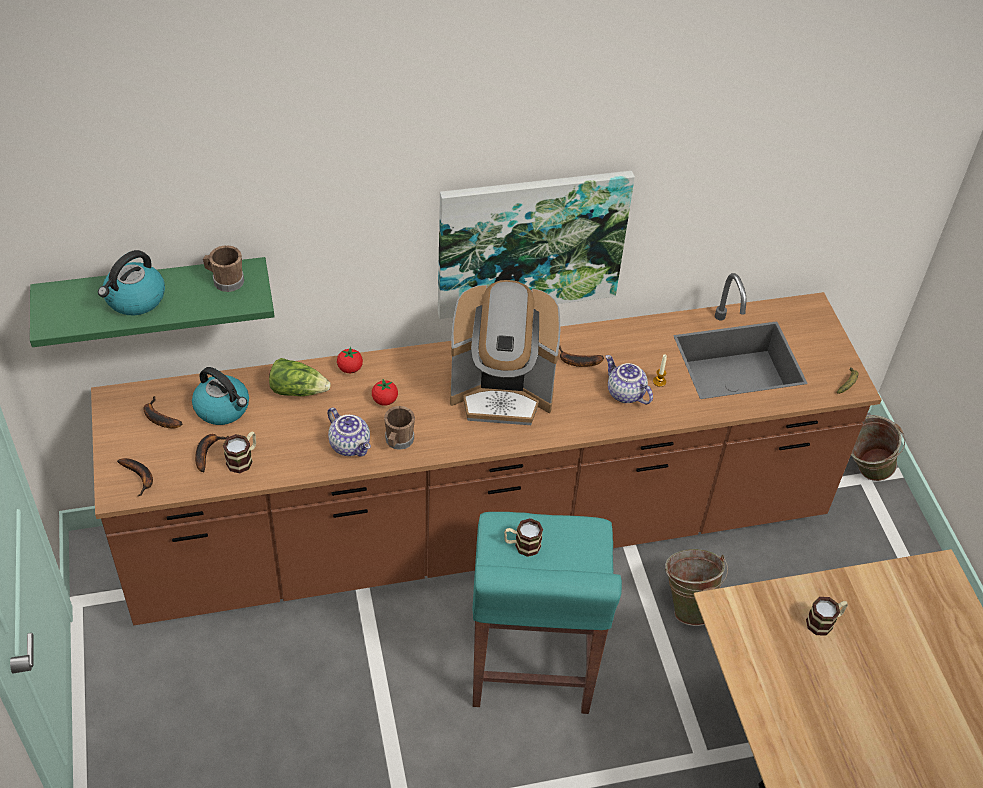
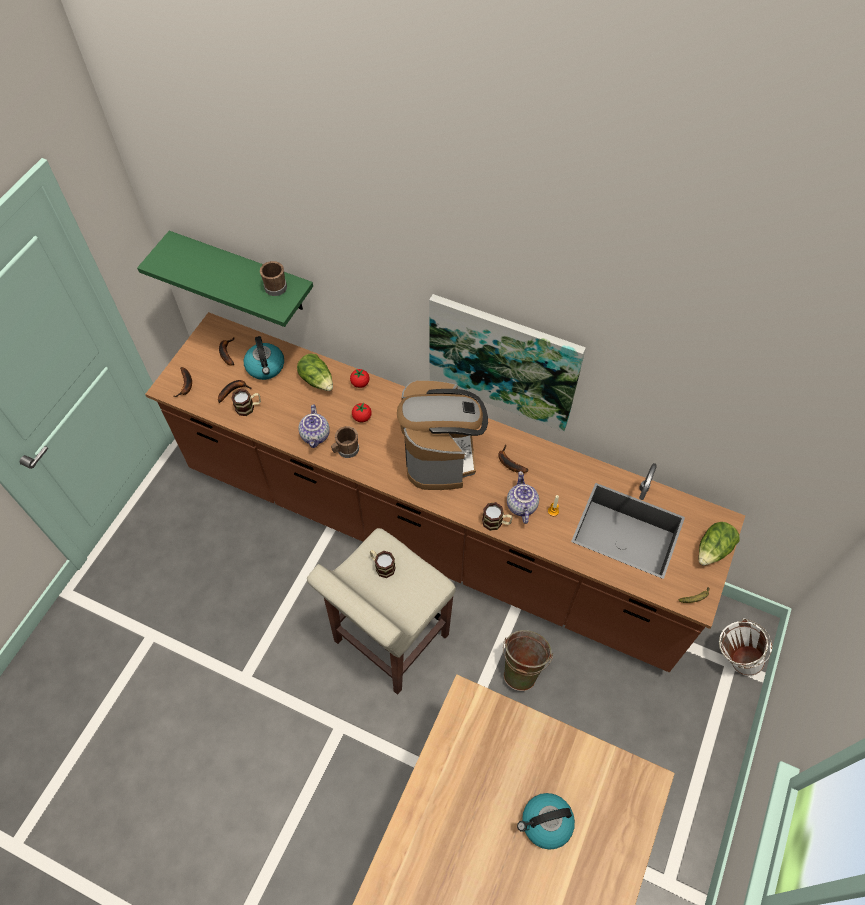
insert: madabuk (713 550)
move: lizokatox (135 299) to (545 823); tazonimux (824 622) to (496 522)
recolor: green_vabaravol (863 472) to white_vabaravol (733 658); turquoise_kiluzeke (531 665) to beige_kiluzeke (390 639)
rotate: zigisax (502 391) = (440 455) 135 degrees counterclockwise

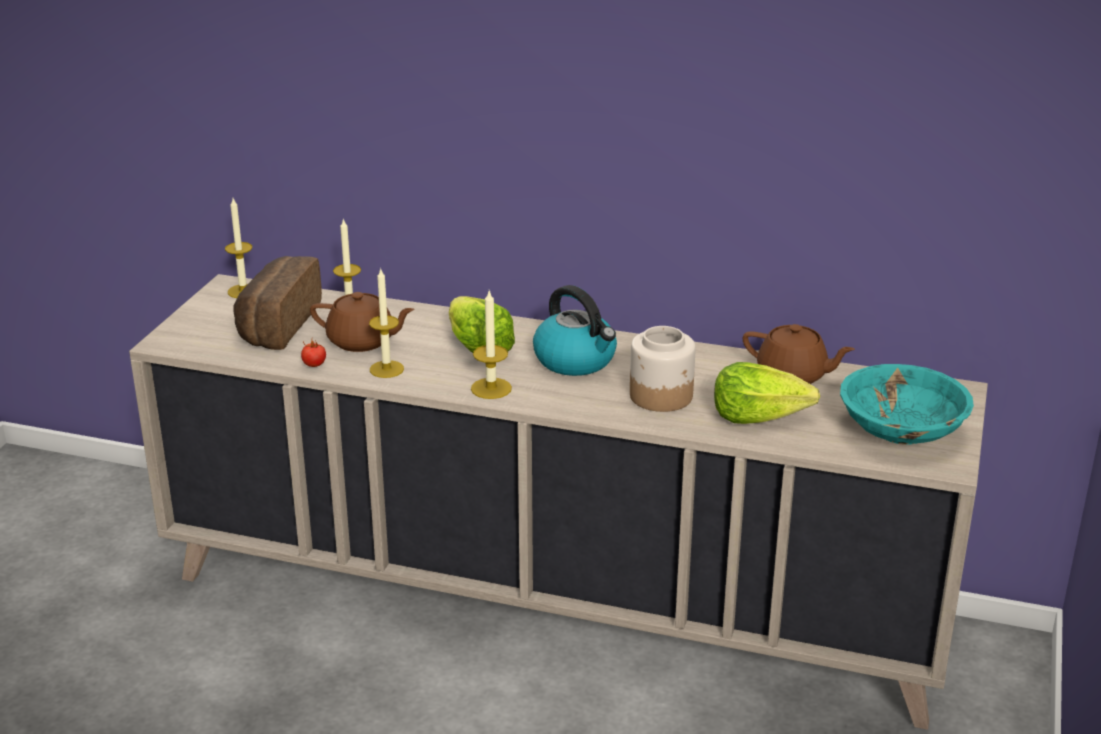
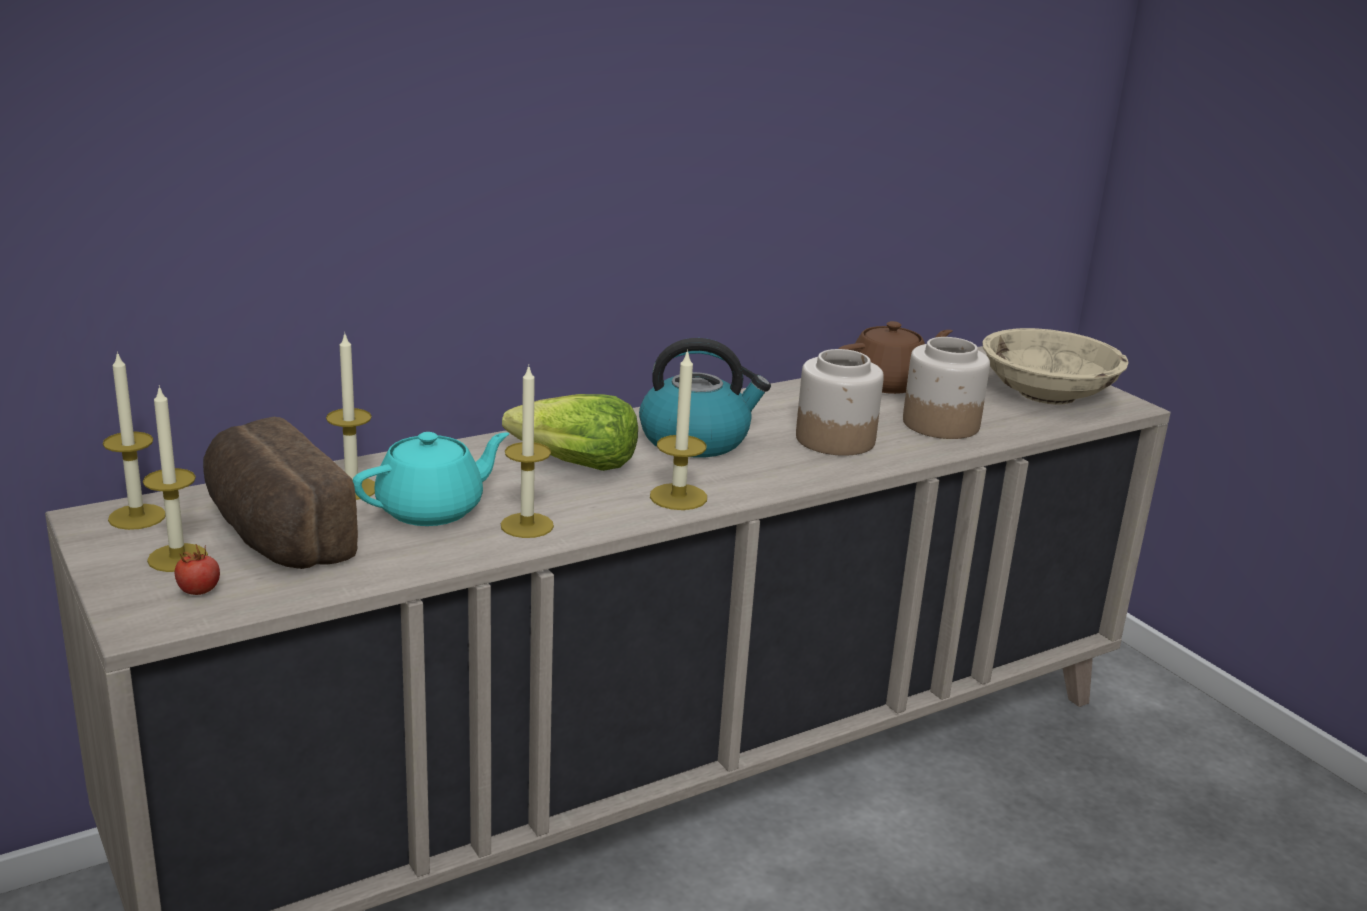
insert: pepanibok (177 558)
move: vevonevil (314 364) to (199 591)
replace: madabuk (758 416) to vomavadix (939 424)
recolor: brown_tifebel (362 341) to turquoise_tifebel (432 510); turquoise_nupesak (901 431) to beige_nupesak (1047 394)

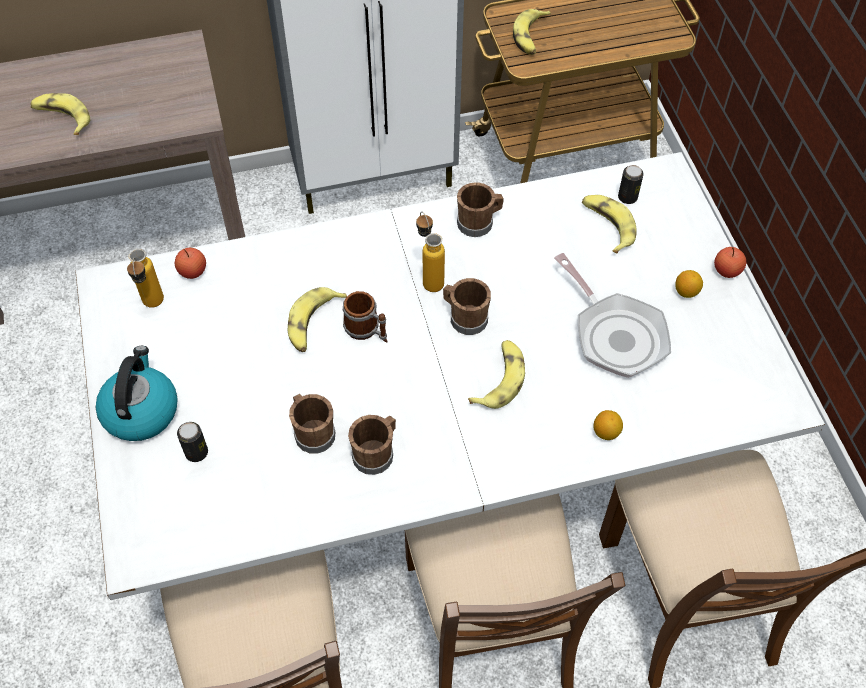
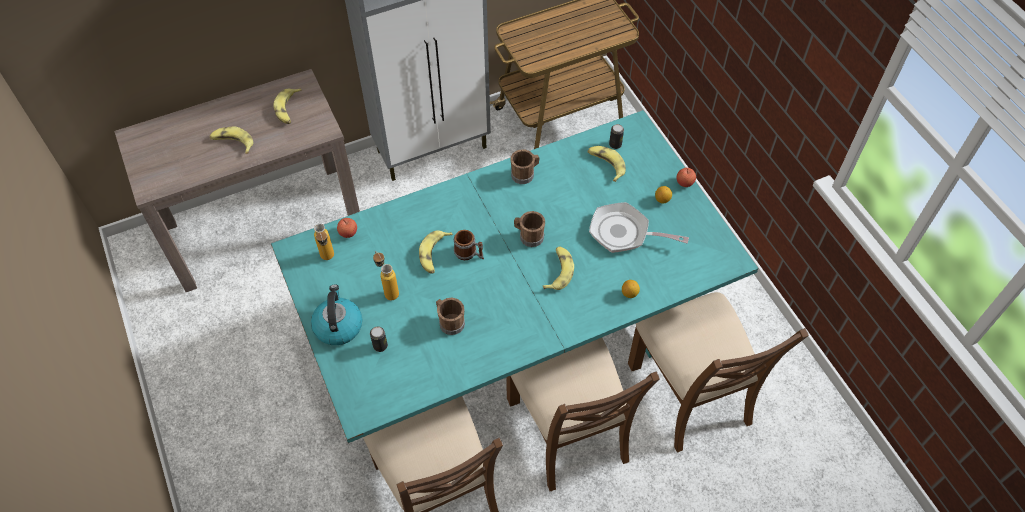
delete: brown_tazonimux (376 453)
move: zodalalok (530 37) to (288 109); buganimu (429 278) to (388 290)
recolor: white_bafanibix (434 469) to turquoise_bafanibix (514 339)
rotate: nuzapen (615 335) = (624 233) 150 degrees clockwise

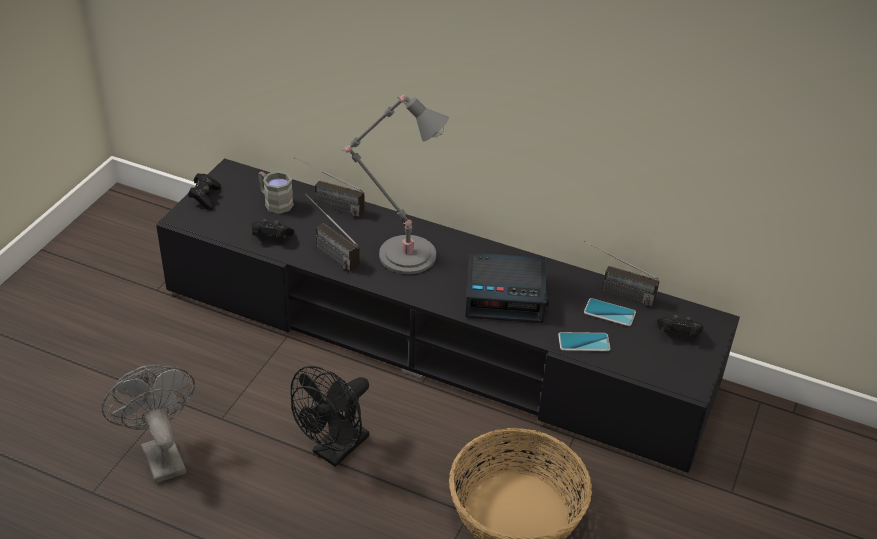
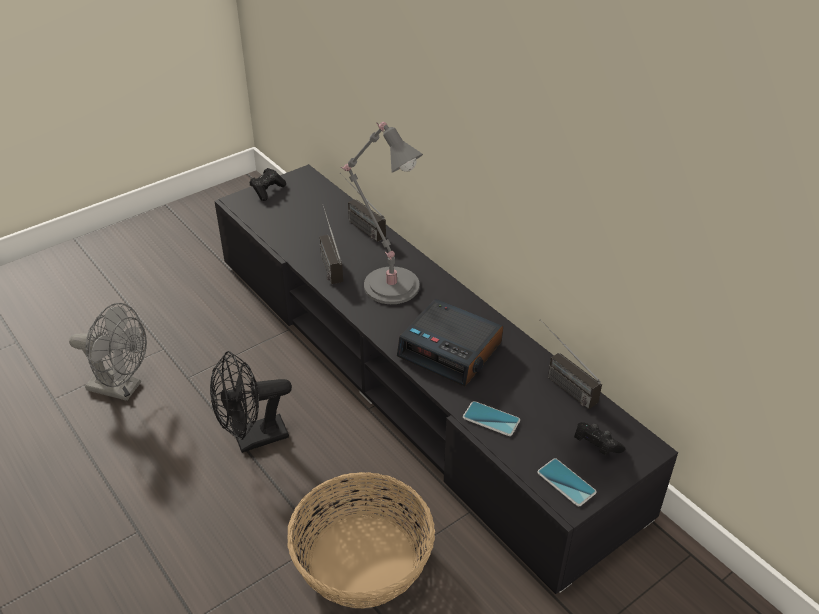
delete: grey_tazonimux (274 202); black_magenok (271 237)
move: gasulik (609 313) to (566 482)
rotate: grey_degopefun (160 454) = (122 388) 105 degrees clockwise

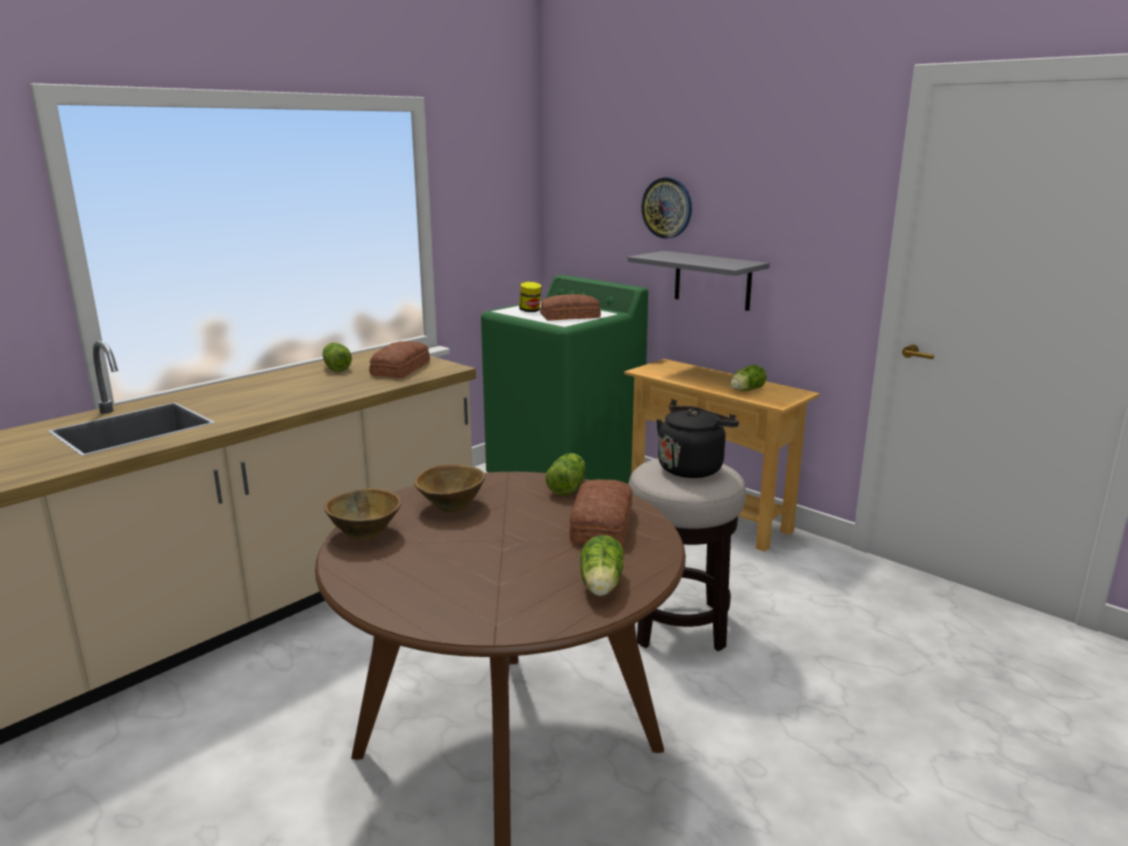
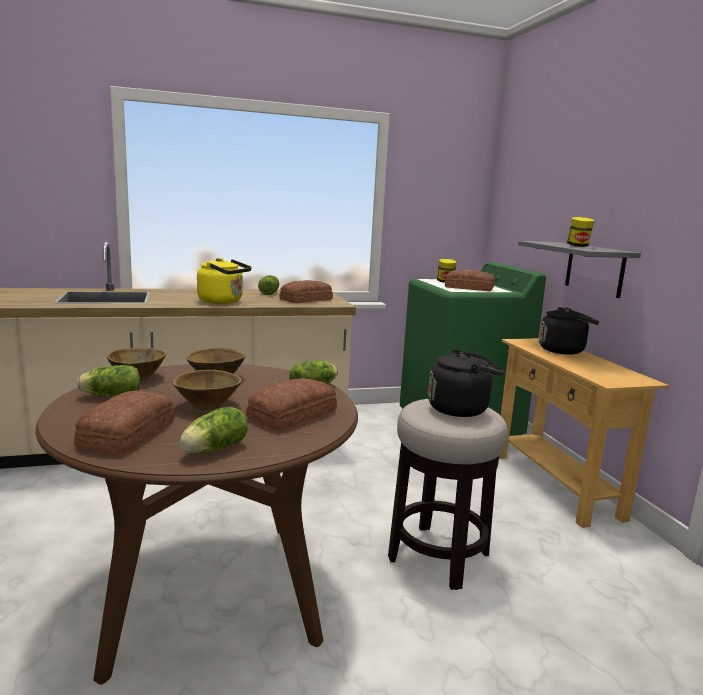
delete: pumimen (667 208)
insert: vomavadix (578 246); yellow_lizokatox (223 301); black_lizokatox (564 350); brown_nupesak (207 406); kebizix (125 434)
move: madabuk (745 390) to (109 396)

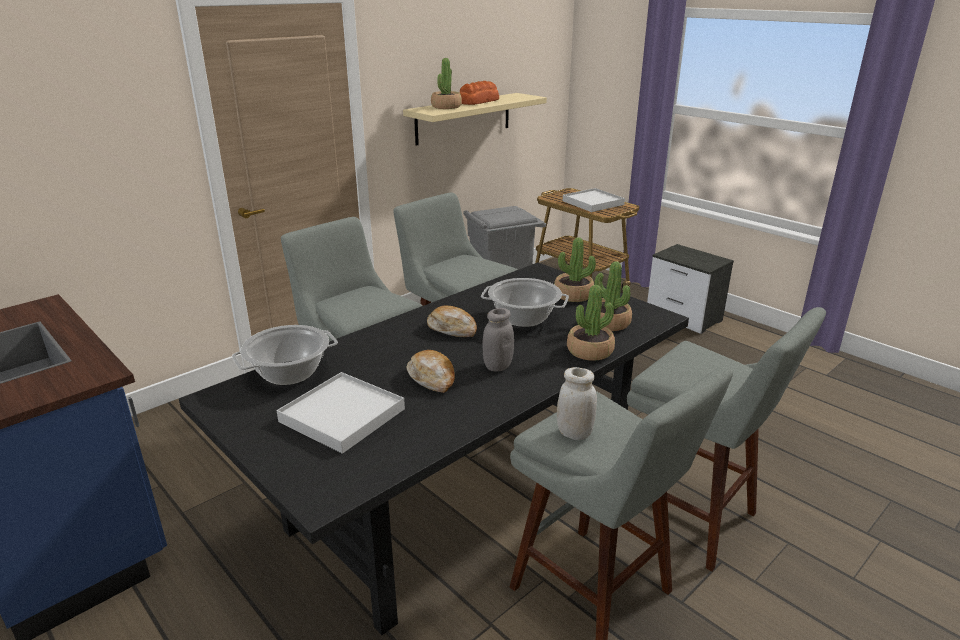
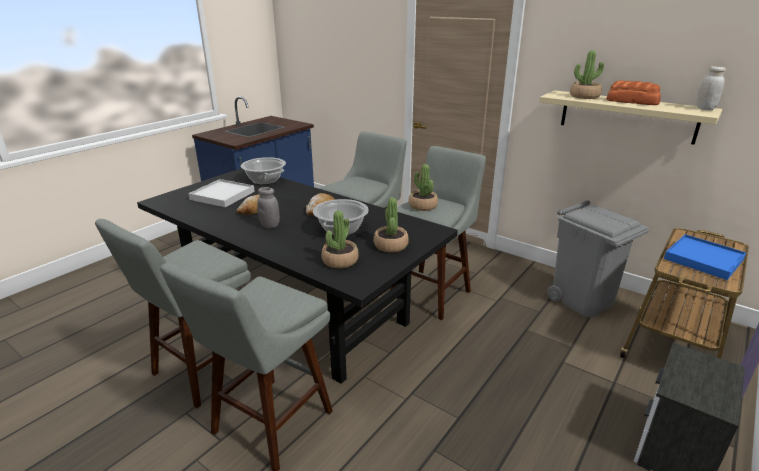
move: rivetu (590 351) to (422 206); white_vomavadix (574 433) to (705 109)
recolor: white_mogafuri (593 203) to blue_mogafuri (703 259)

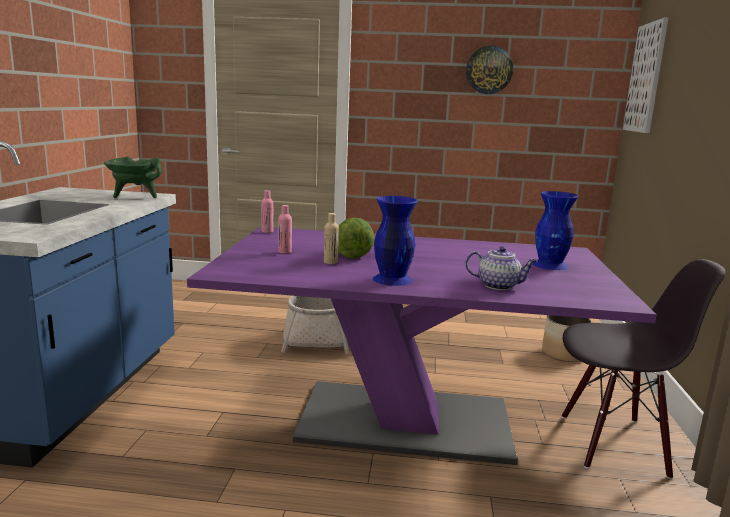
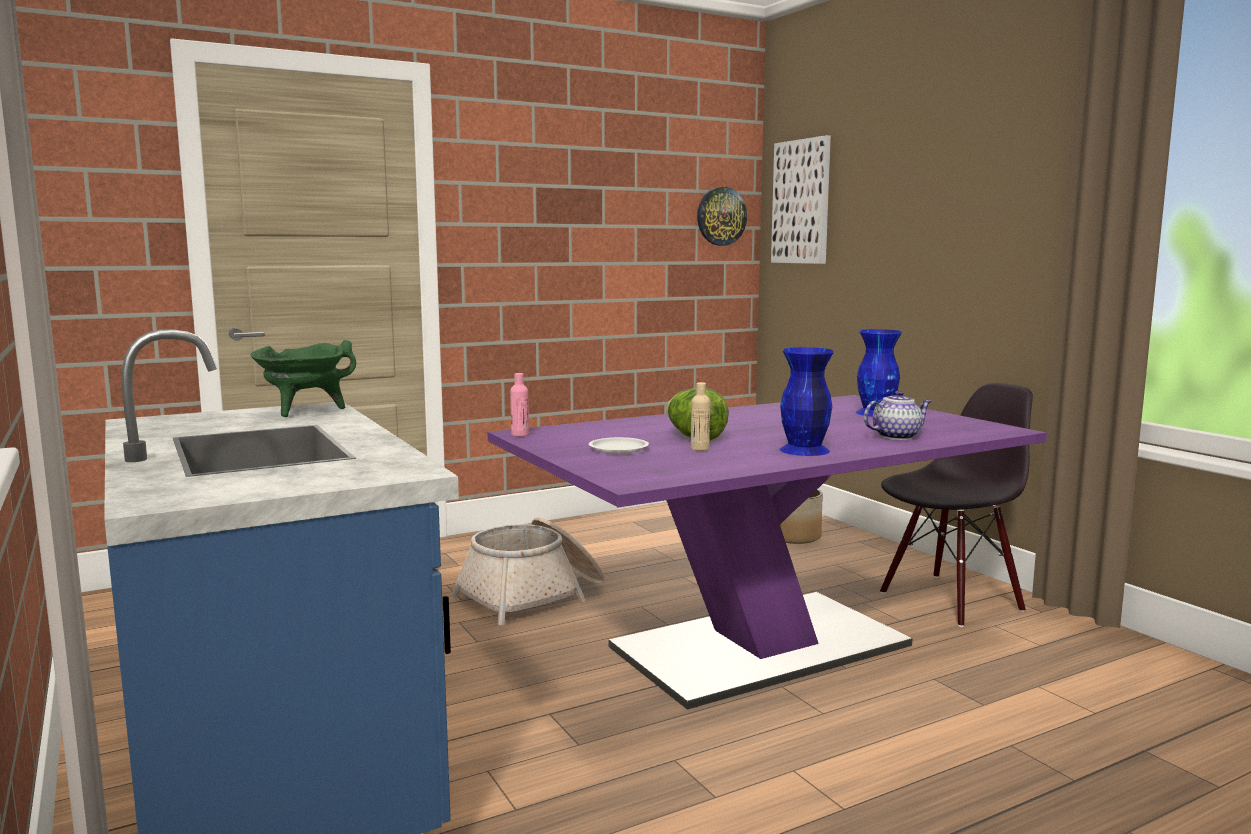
move: pumimen (489 70) to (721 216)
replace: pink_buganimu (284 252) to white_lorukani (619 449)

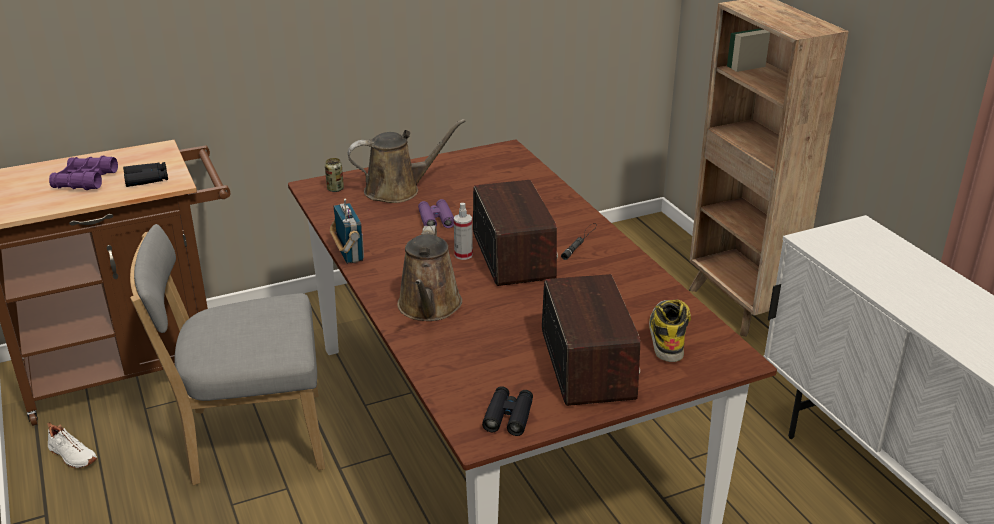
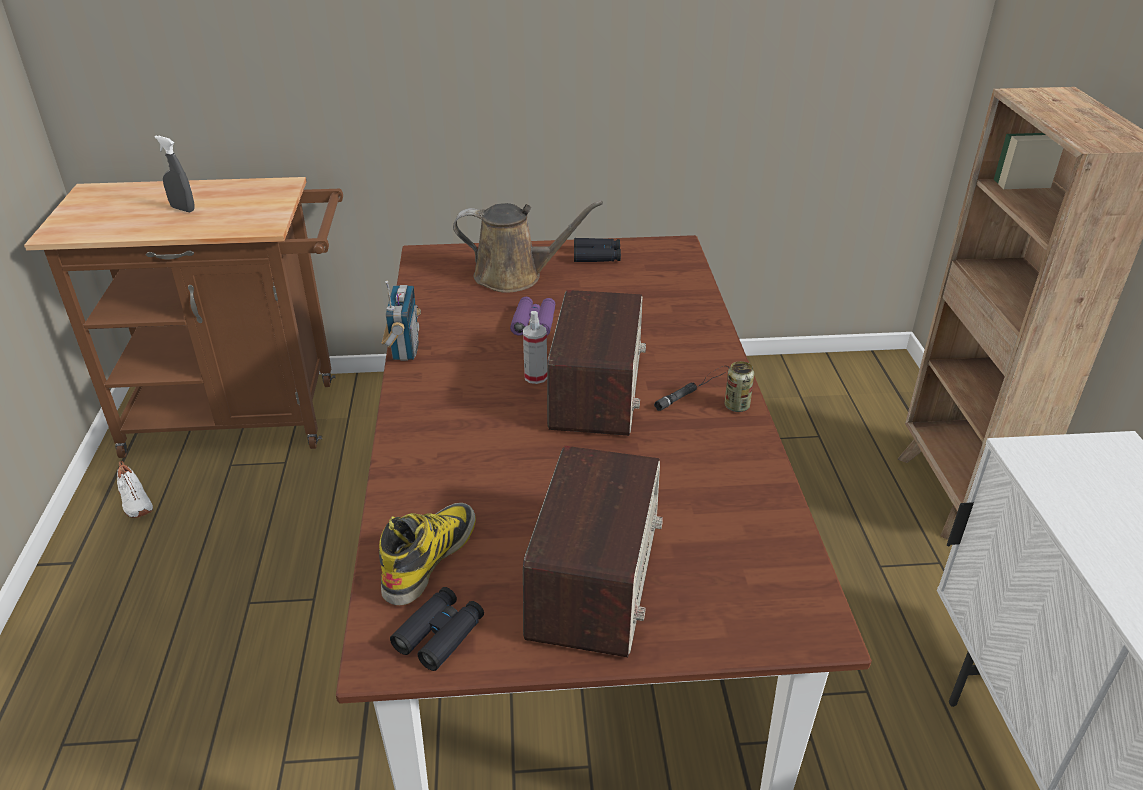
delete: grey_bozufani (249 439); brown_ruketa (429 307)
move: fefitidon (335 189) to (736 406); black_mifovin (147 179) to (597 256); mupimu (667 335) to (430 557)
replace: purple_mifovin (85 181) to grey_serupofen (183 209)

